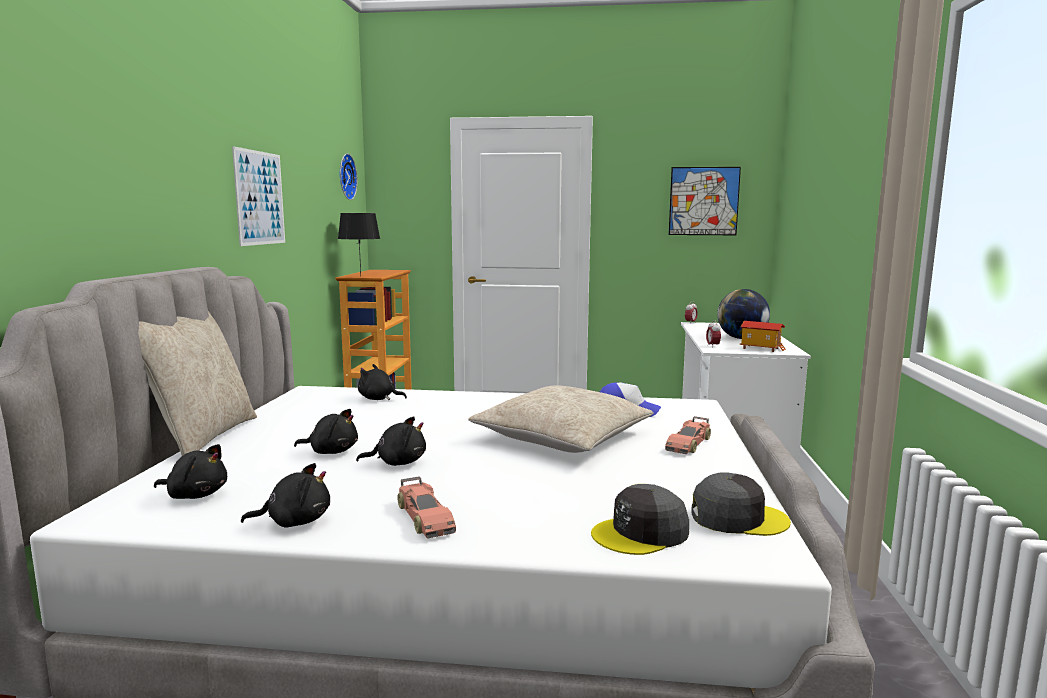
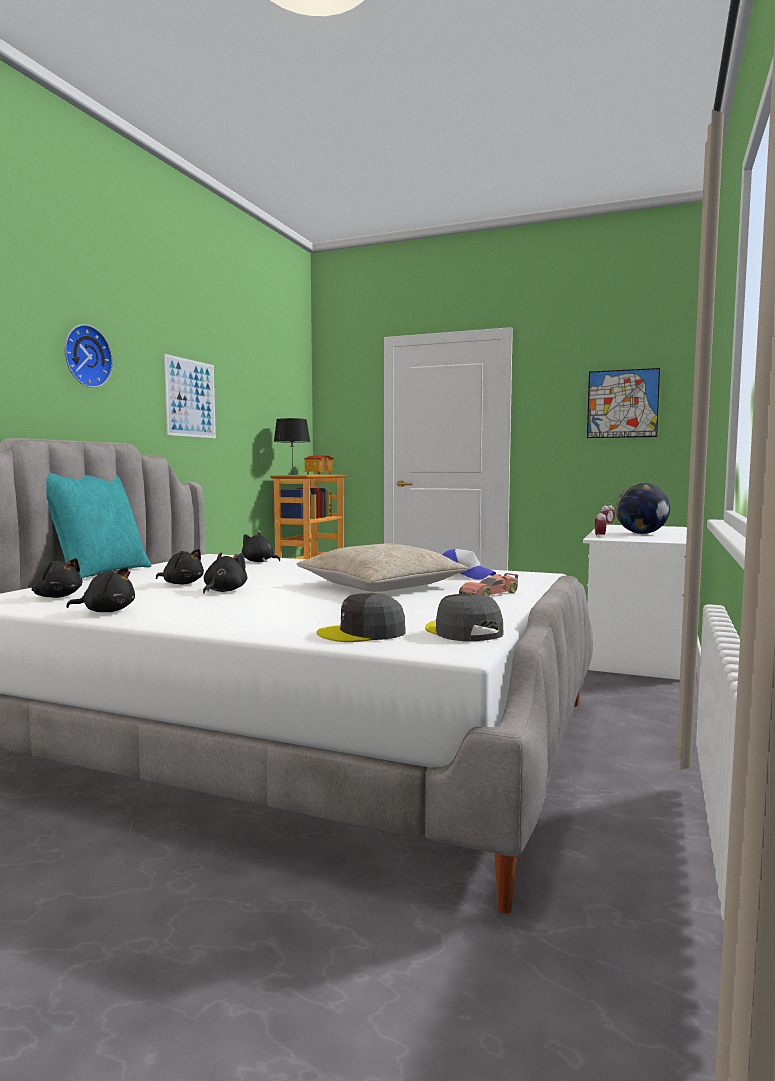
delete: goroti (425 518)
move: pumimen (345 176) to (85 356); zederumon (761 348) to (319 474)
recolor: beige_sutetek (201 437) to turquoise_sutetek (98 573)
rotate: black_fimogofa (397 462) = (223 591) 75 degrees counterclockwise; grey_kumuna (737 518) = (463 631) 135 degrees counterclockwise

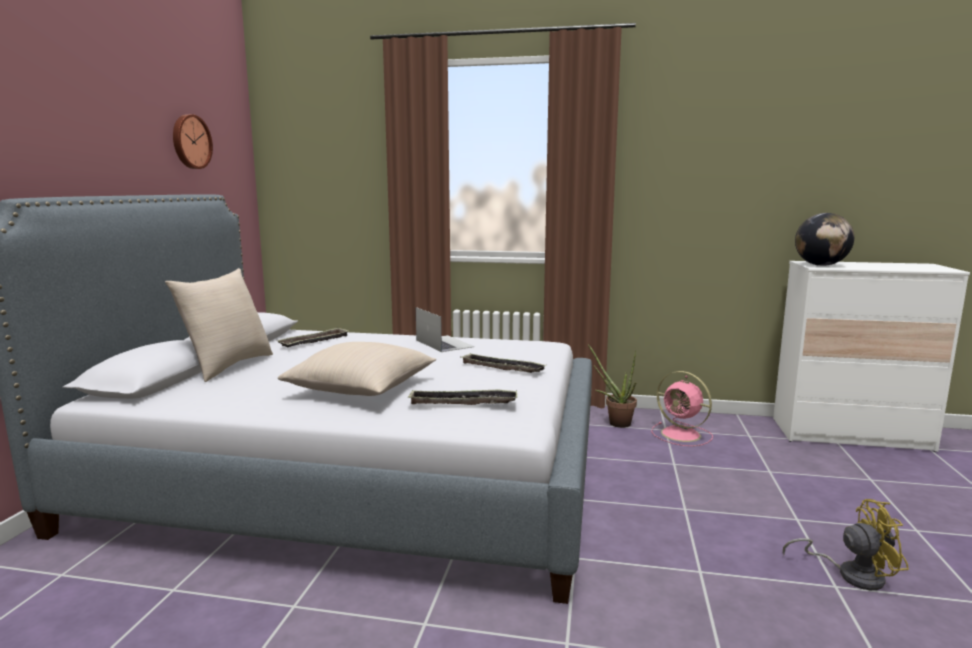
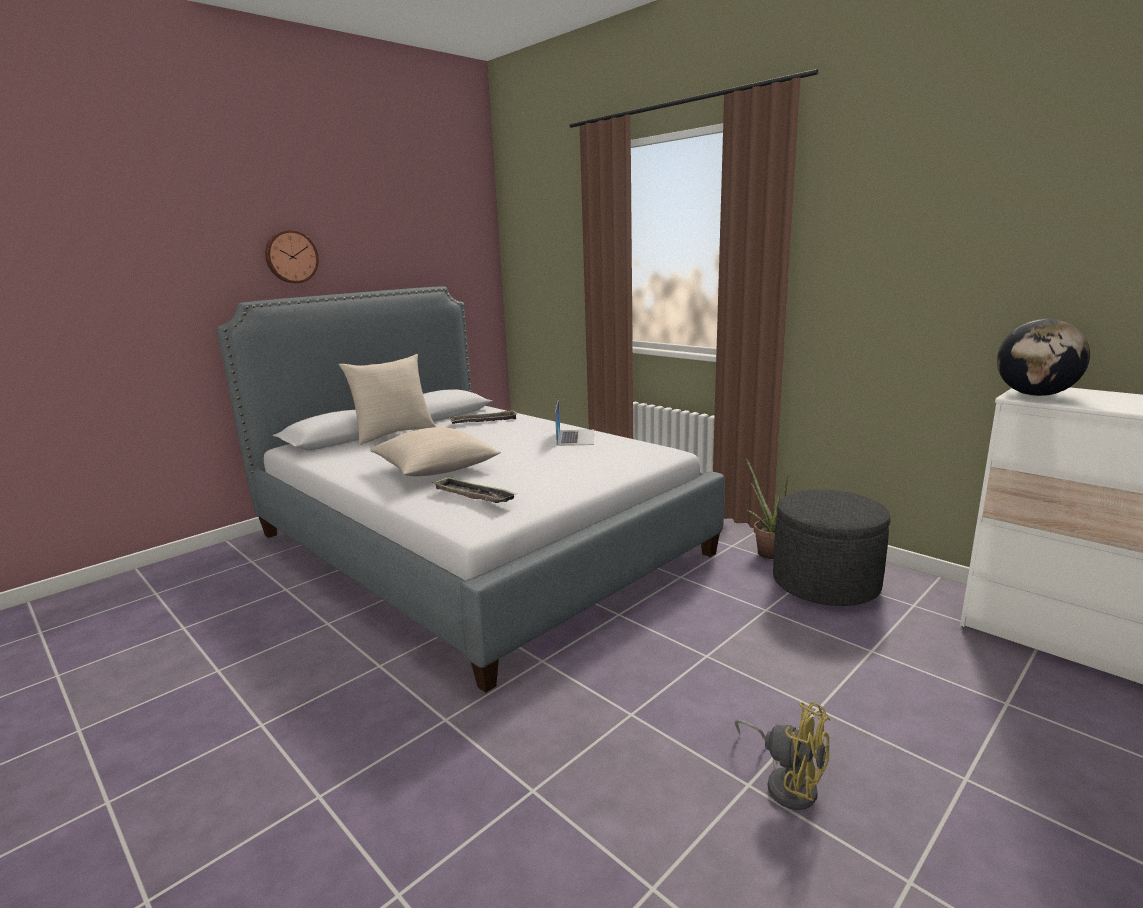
delete: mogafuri (502 368)
move: pumimen (190 142) to (291 257)
replace: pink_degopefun (682 435) to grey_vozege (825 583)

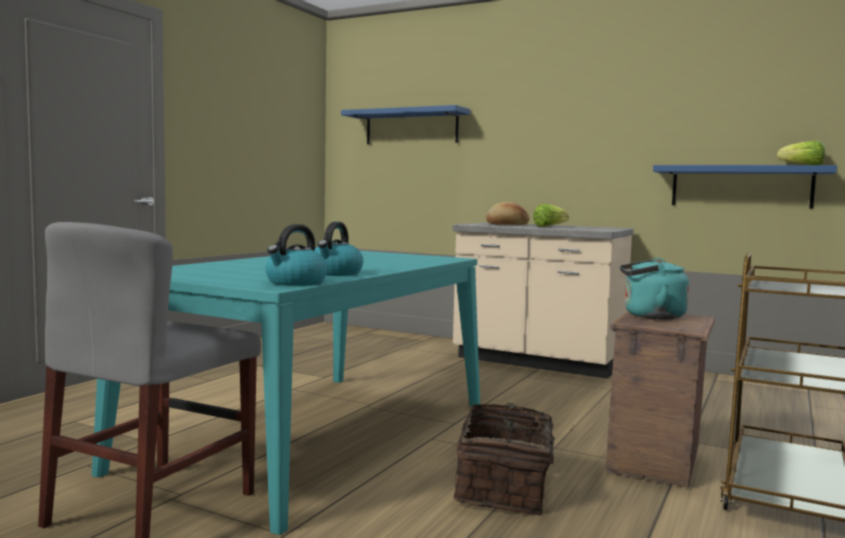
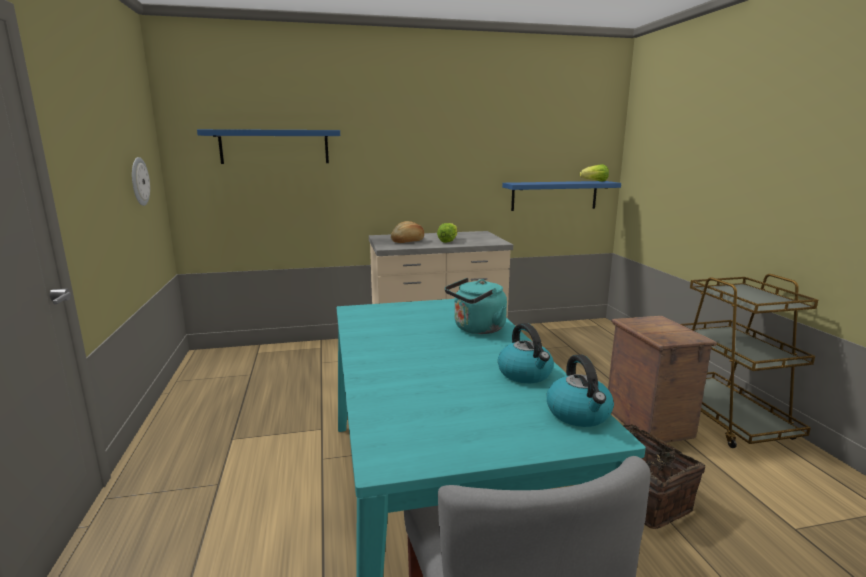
insert: pumimen (139 181)
move: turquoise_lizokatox (650 316) to (477 329)

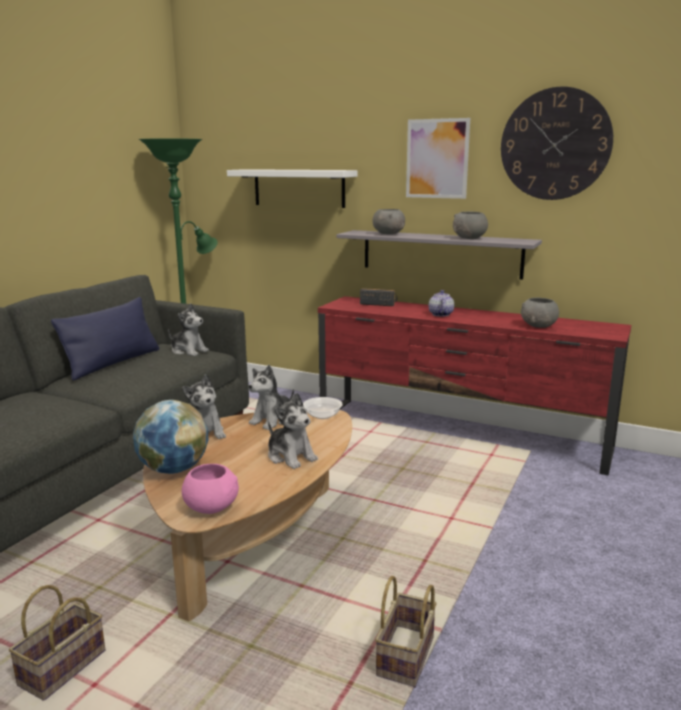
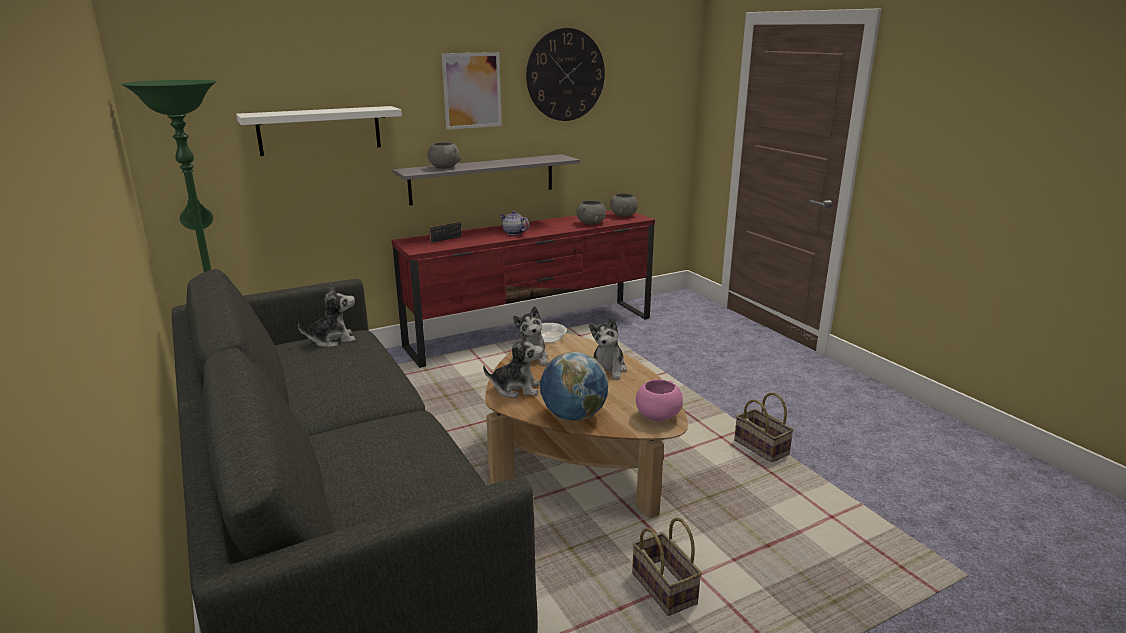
delete: blue_sutetek (113 363)
move: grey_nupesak (469 238) to (623 215)
rotate: fimogofa (291 456) = (608 369) 105 degrees clockwise

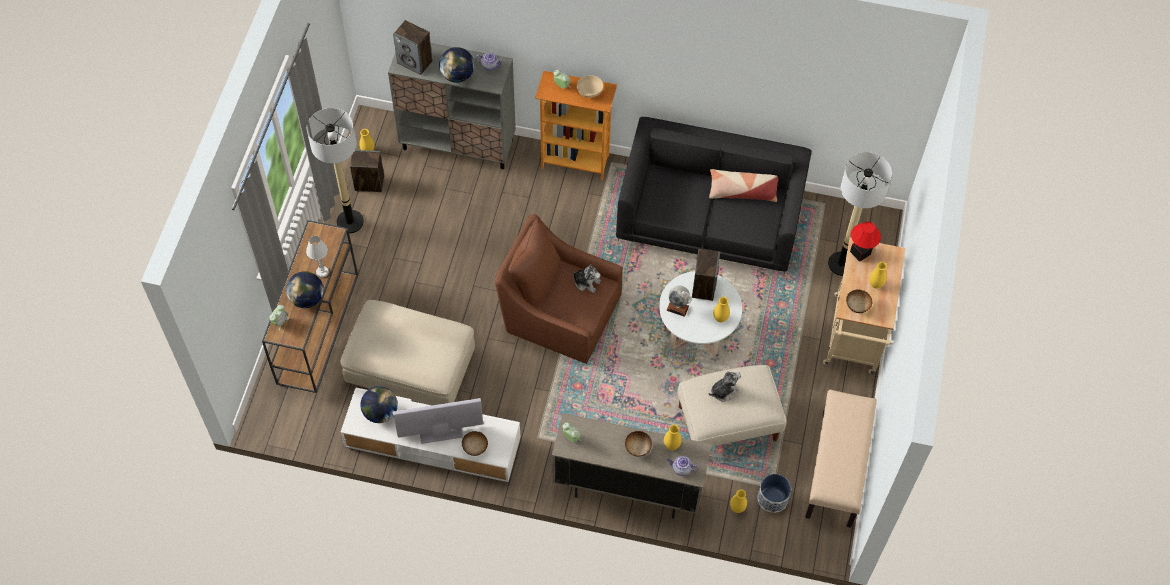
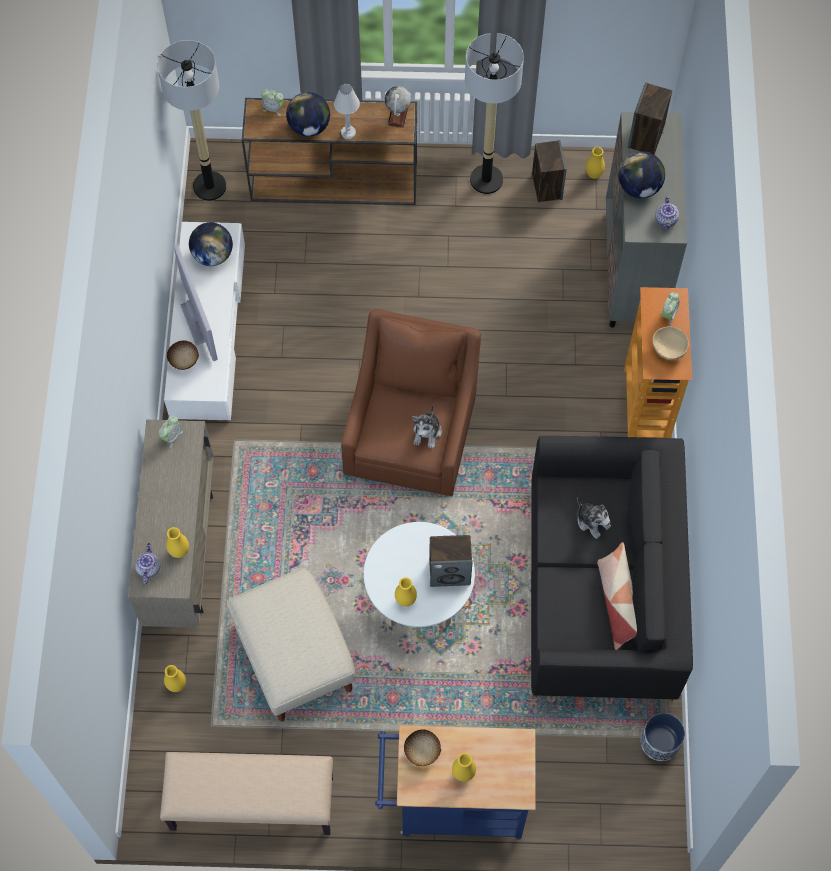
delete: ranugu (860 253); beige_vozege (410 366); nupesak (637 448)
move: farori (841 264) to (209 186); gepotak (677 308) to (397 117); fimogofa (723 391) to (592 521); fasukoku (772 498) to (660 742)
recolor: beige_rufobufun (854 339) to blue_rufobufun (453 804)

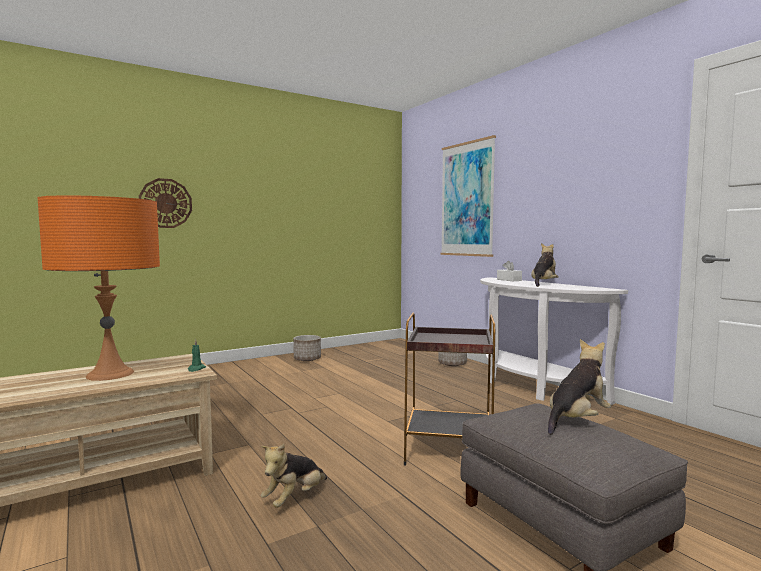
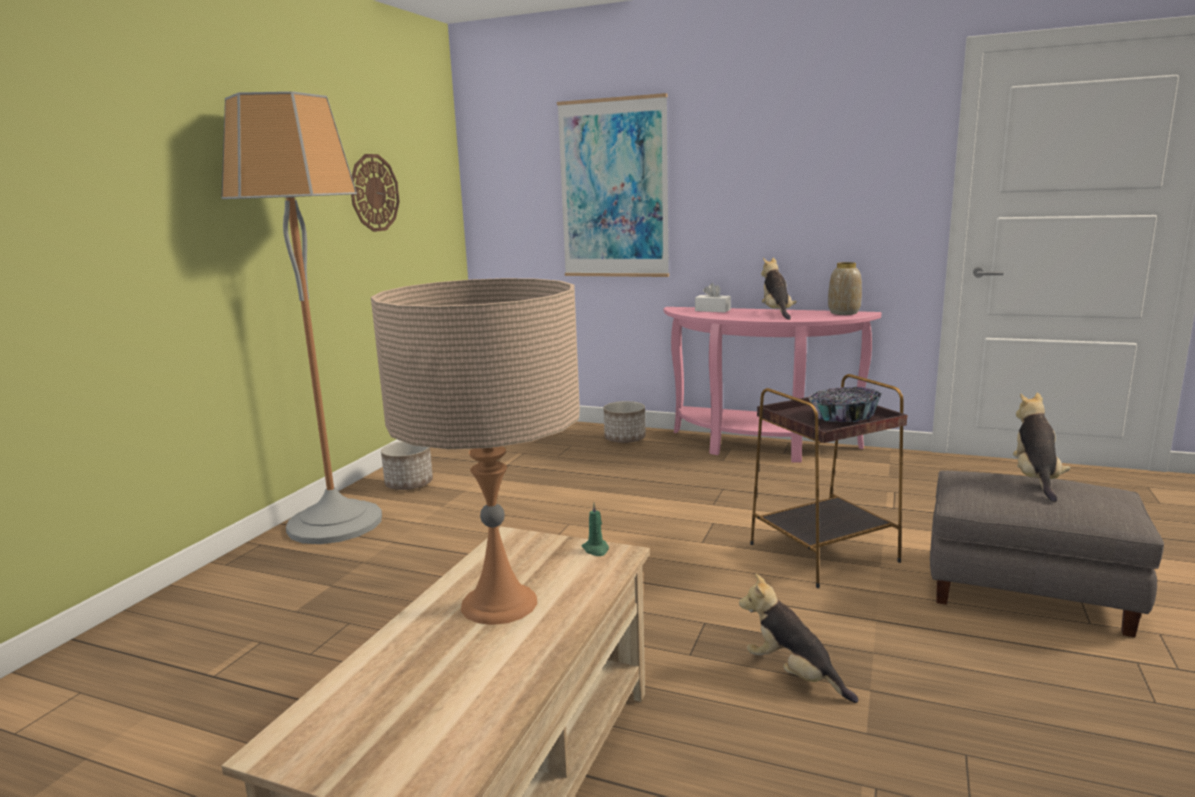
insert: farori (335 523); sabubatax (843 313); nupesak (843 417)
move: pumimen (165 203) to (374 193)
recolor: orange_ranugu (110 374) to beige_ranugu (499 603); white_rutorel (531 386) to pink_rutorel (760 447)
rotate: fimogofa (294 498) = (794 675) 135 degrees clockwise

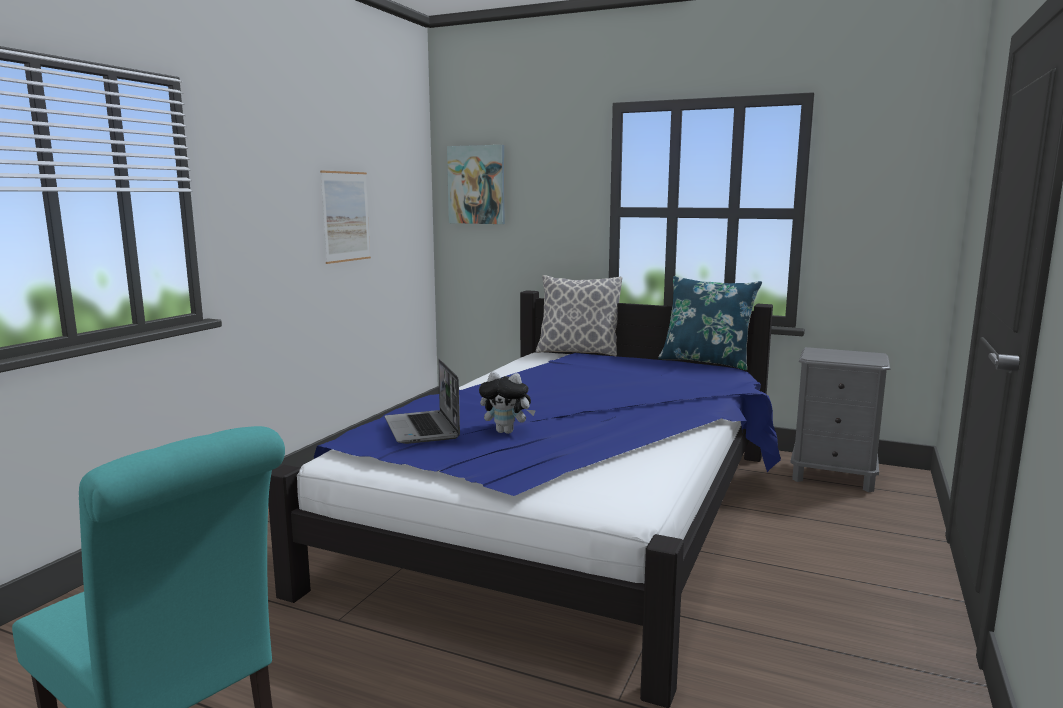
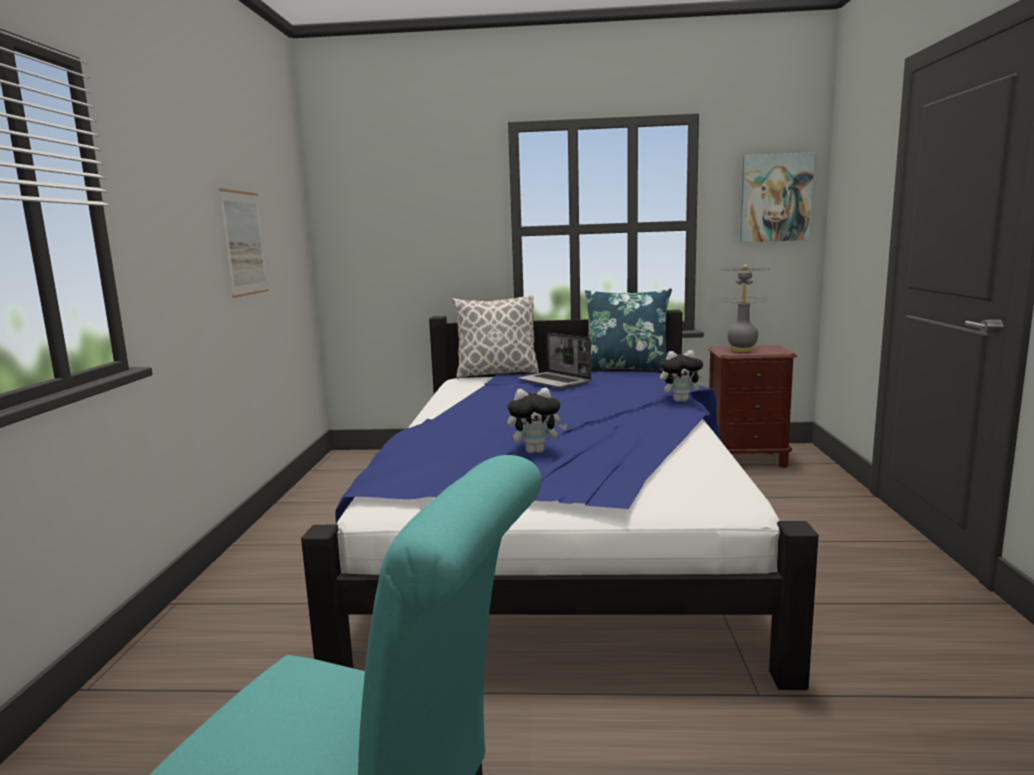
insert: grey_ranugu (741 350); fimogofa (681 400)
move: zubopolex (477 185) to (775 198); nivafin (423 429) to (555 381)
recolor: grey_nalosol (833 477) to brown_nalosol (747 459)

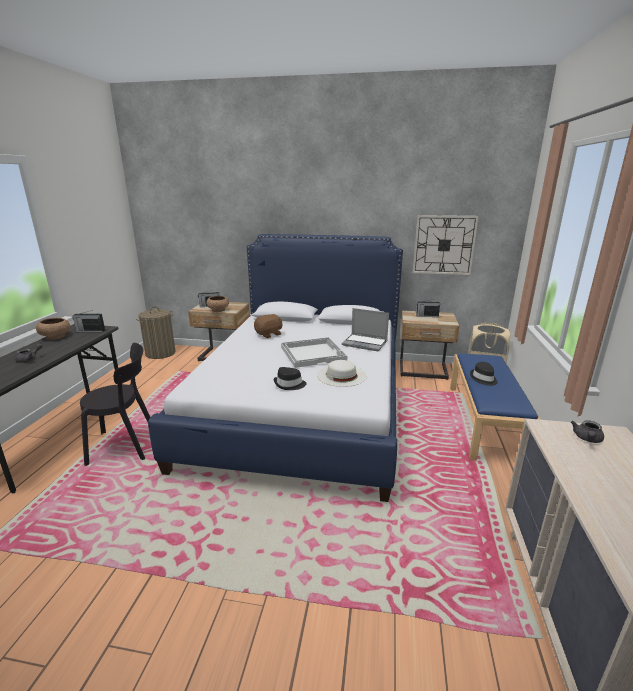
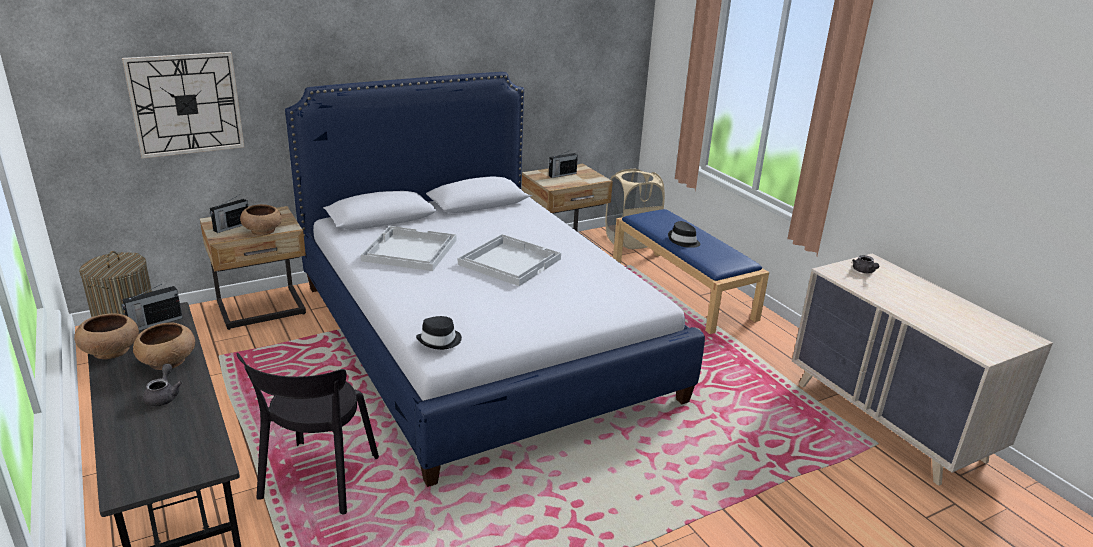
delete: nivafin (365 343); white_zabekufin (341 375)
insert: brown_nupesak (167 362)
move: pumimen (444 245) to (186 104); black_zabekufin (289 384) to (440 340)
replace: brown_fimogofa (269 334) to white_mogafuri (409 250)
rotate: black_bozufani (126 445) = (317 481) 150 degrees clockwise

